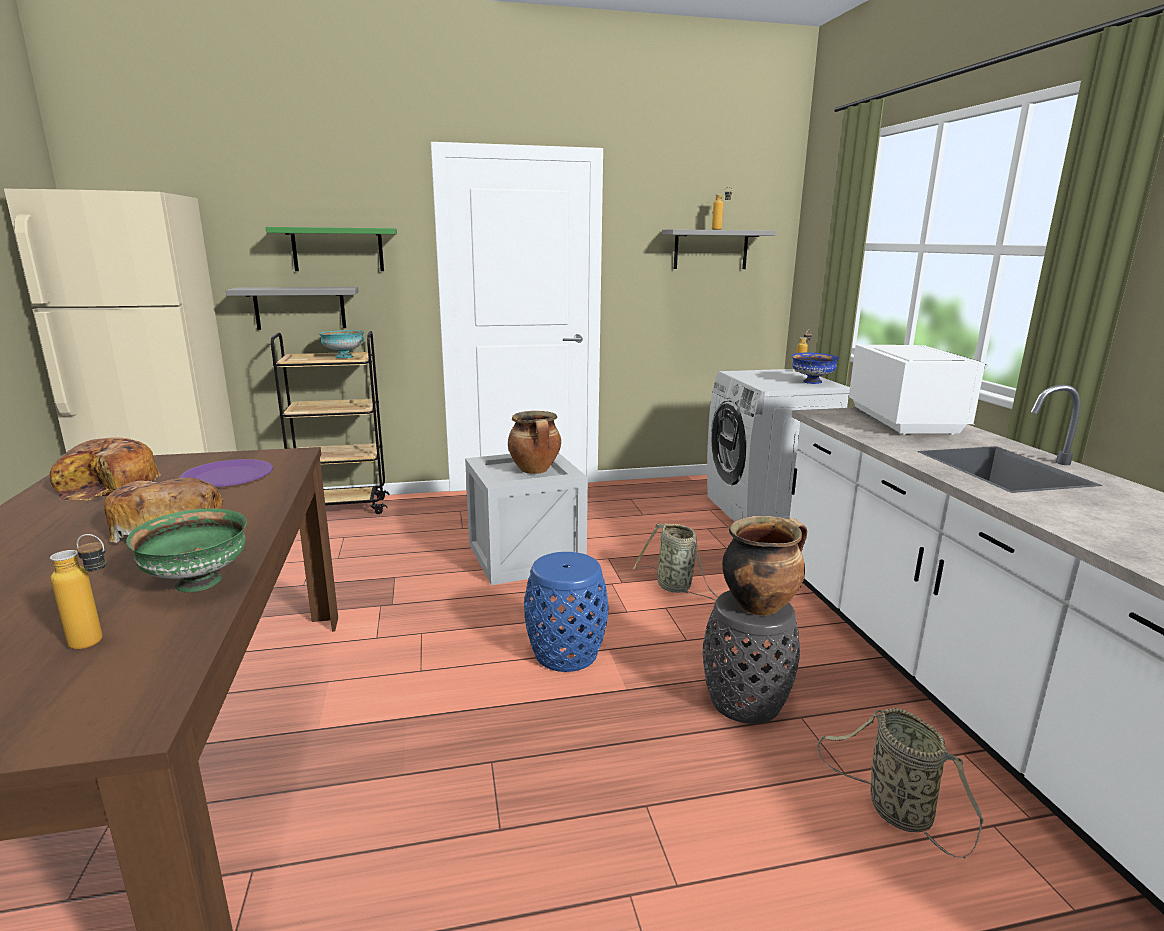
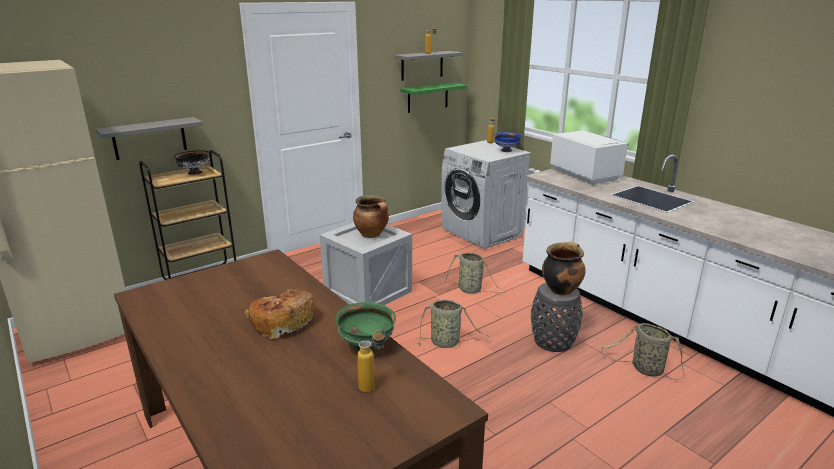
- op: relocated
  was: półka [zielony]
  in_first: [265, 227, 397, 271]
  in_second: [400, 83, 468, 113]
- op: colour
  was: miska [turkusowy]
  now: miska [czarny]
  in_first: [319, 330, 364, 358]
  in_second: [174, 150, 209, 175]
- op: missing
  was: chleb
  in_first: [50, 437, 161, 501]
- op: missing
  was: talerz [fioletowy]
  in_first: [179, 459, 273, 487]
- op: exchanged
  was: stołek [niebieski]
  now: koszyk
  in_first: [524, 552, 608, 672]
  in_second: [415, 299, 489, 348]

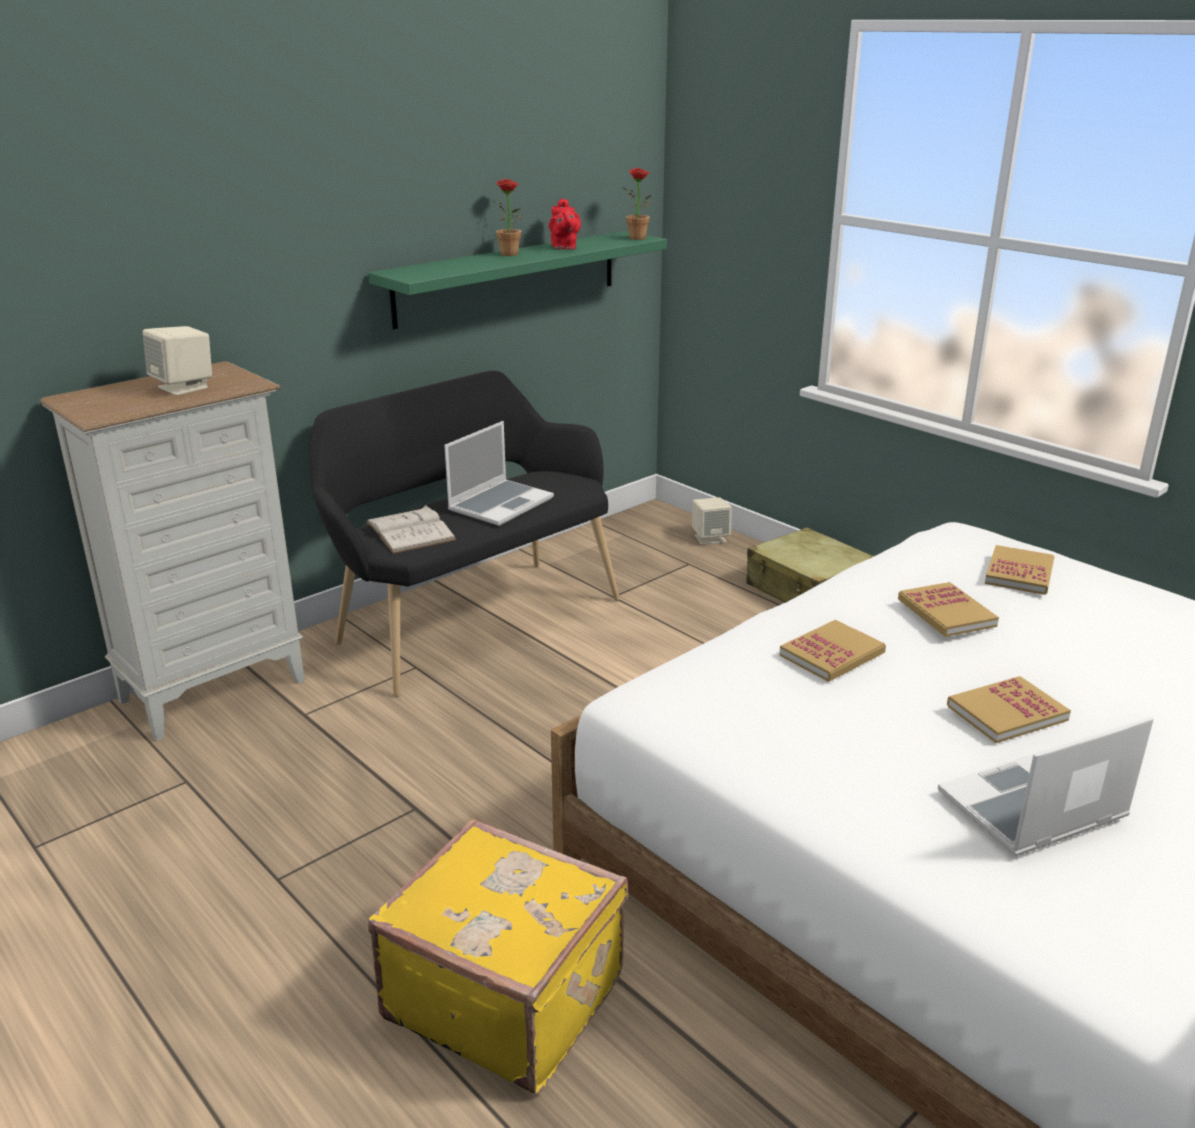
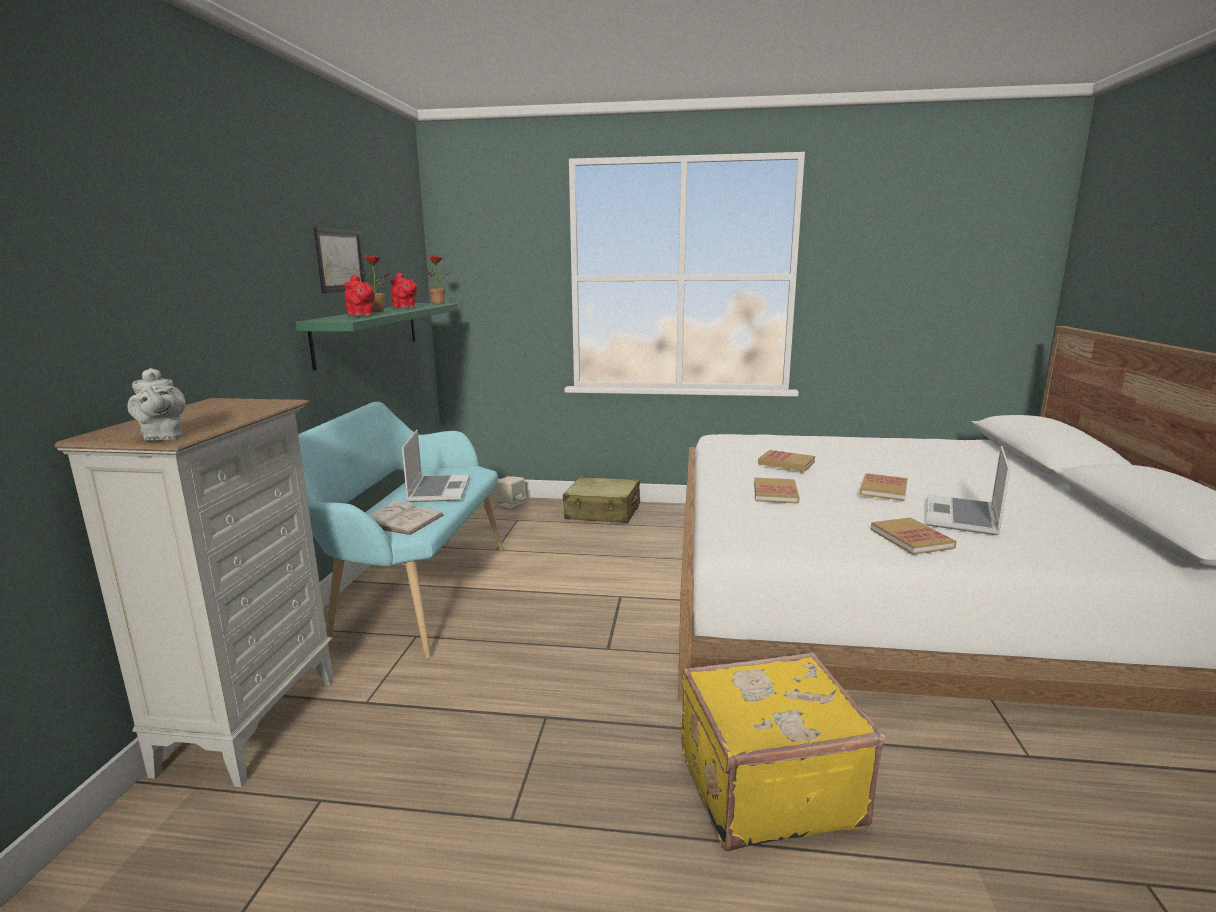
- op: missing
  was: głośnik [beżowy]
  in_first: [143, 326, 212, 396]
- op: colour
  was: ławka [czarny]
  now: ławka [turkusowy]
  in_first: [310, 371, 620, 697]
  in_second: [298, 402, 504, 659]
- op: relocated
  was: książka
  in_first: [985, 545, 1055, 595]
  in_second: [870, 517, 956, 555]
- op: appeared
  now: obraz
  in_second: [314, 228, 366, 293]
- op: appeared
  now: imbryk [czerwony]
  in_second: [344, 275, 375, 316]
- op: appeared
  now: imbryk [szary]
  in_second: [127, 368, 185, 441]

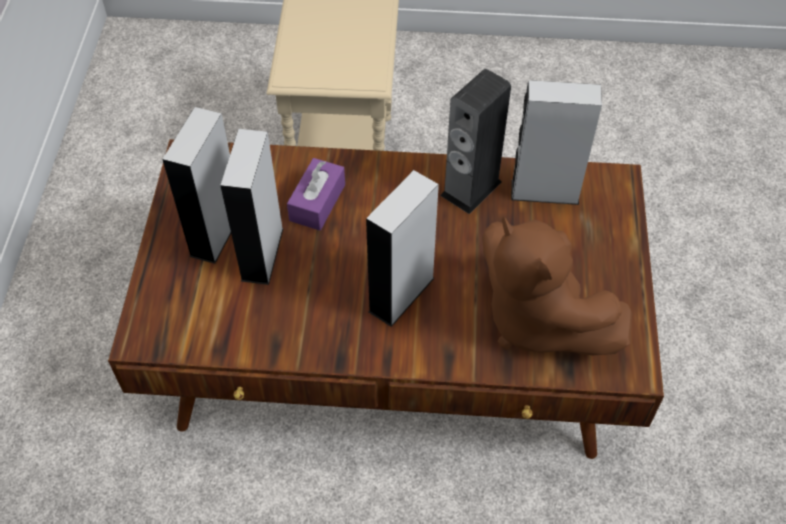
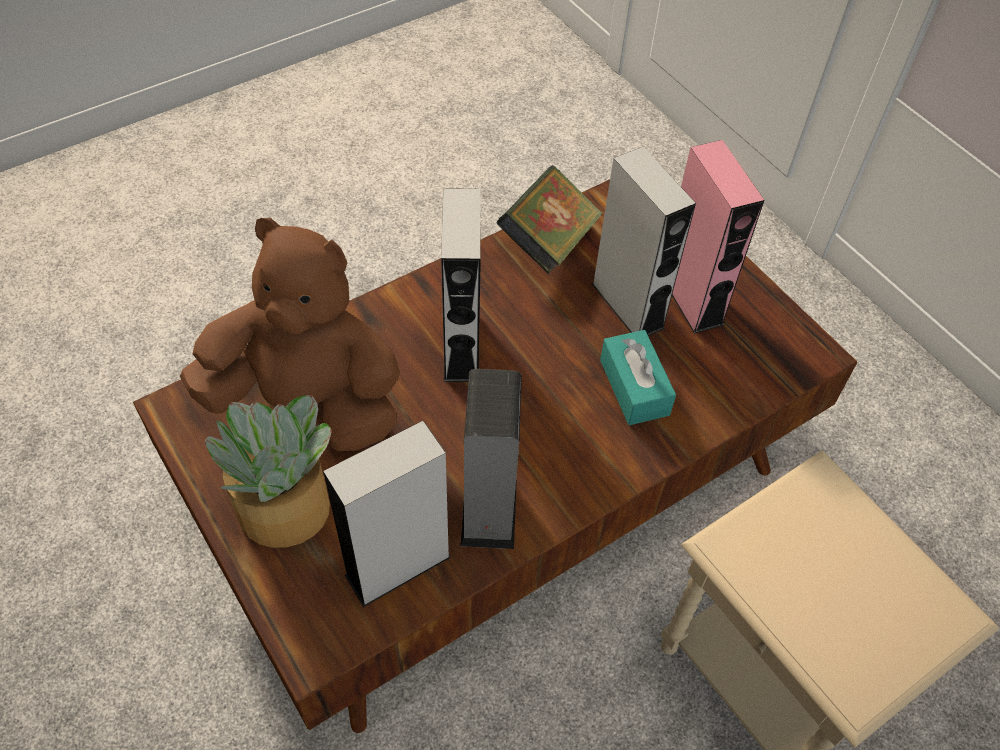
- op: colour
  was: głośnik [szary]
  now: głośnik [różowy]
  in_first: [162, 107, 231, 264]
  in_second: [672, 140, 764, 334]
- op: colour
  was: pudełko chusteczek [fioletowy]
  now: pudełko chusteczek [turkusowy]
  in_first: [287, 158, 345, 230]
  in_second: [600, 330, 676, 425]
- op: appeared
  now: książka
  in_second: [496, 165, 603, 275]
- op: appeared
  now: roślina doniczkowa
  in_second: [205, 395, 332, 548]

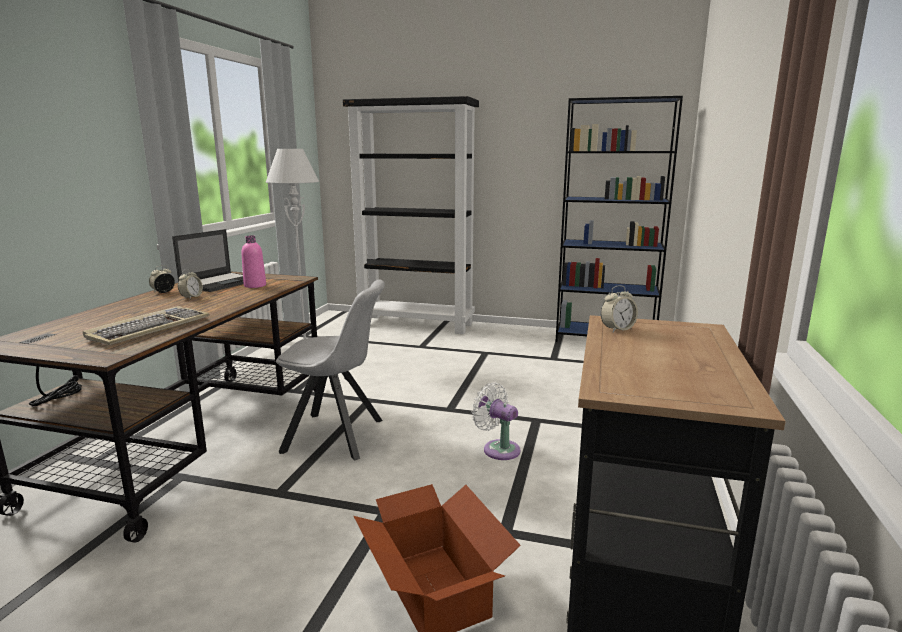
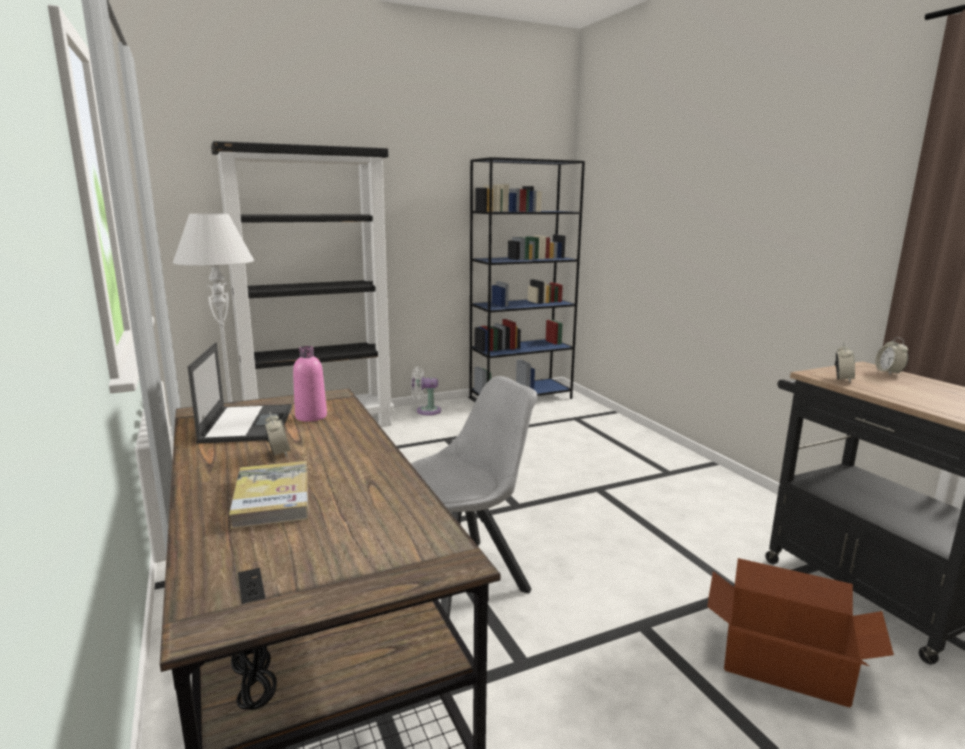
- op: relocated
  was: budzik
  in_first: [149, 265, 175, 293]
  in_second: [875, 338, 908, 375]
- op: missing
  was: klawiatura
  in_first: [83, 306, 209, 345]
- op: relocated
  was: wentylator [biały]
  in_first: [472, 383, 521, 460]
  in_second: [411, 367, 441, 415]
- op: appeared
  now: książka
  in_second: [229, 461, 308, 529]

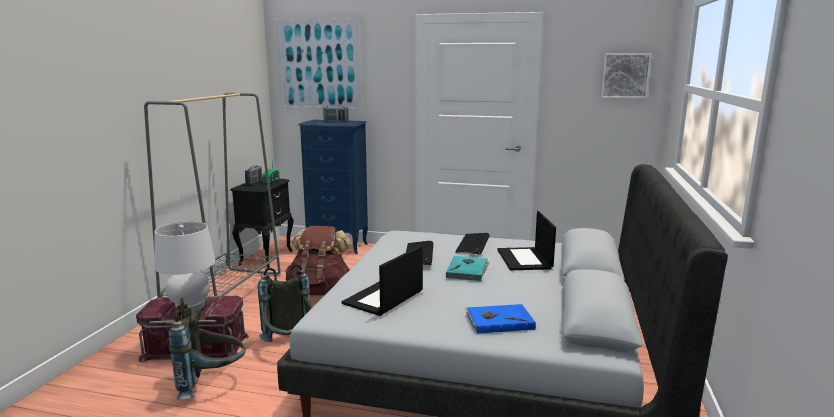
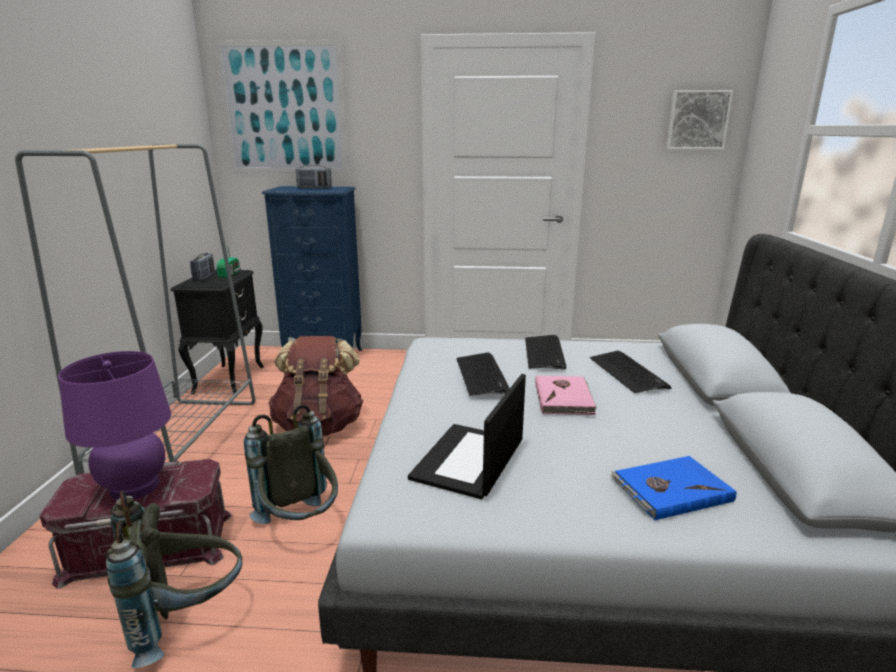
- op: exchanged
  was: laptop
  now: klawiatura
  in_first: [497, 211, 556, 270]
  in_second: [590, 351, 671, 393]
- op: colour
  was: lampa stołowa [biały]
  now: lampa stołowa [fioletowy]
  in_first: [154, 221, 215, 311]
  in_second: [58, 351, 171, 500]
- op: colour
  was: książka [turkusowy]
  now: książka [różowy]
  in_first: [446, 256, 489, 281]
  in_second: [535, 375, 597, 415]

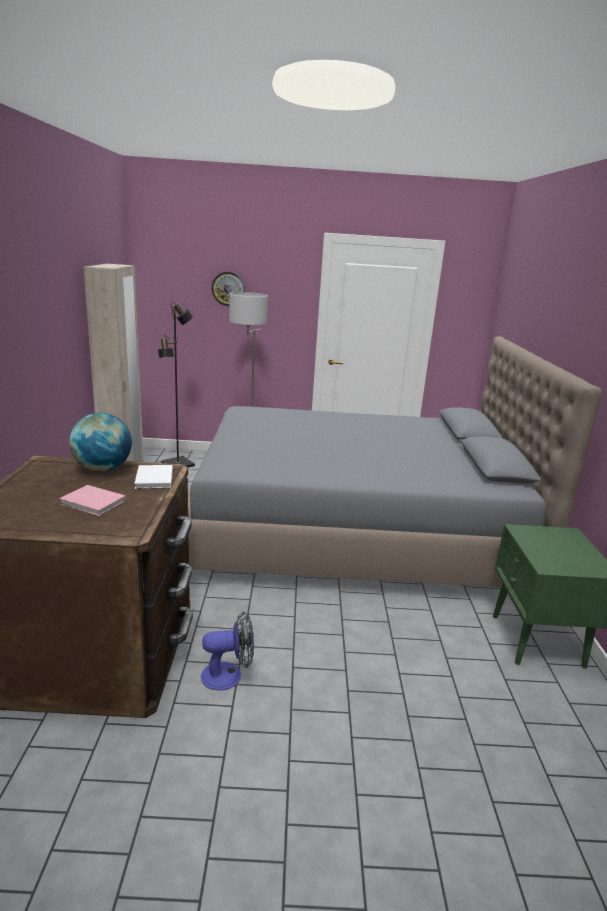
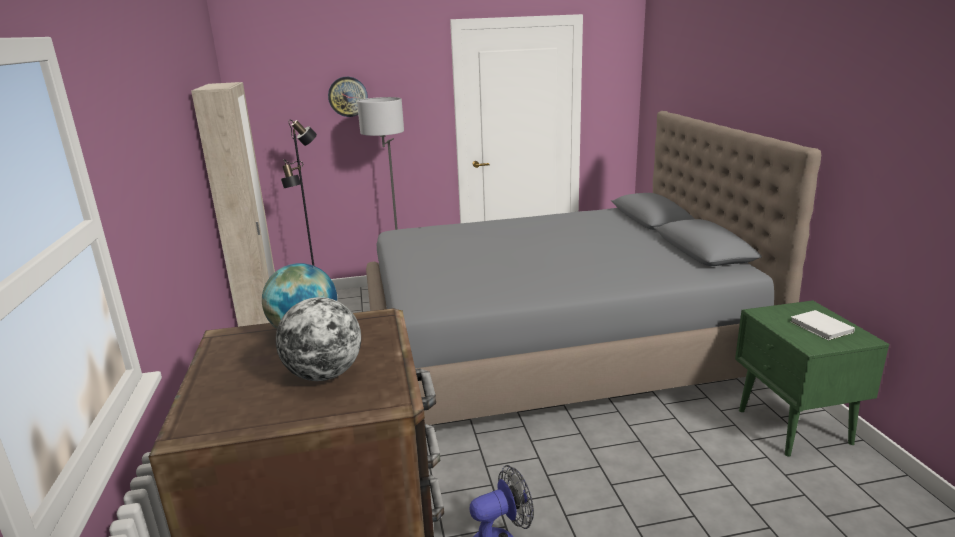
- op: relocated
  was: książka [biały]
  in_first: [134, 465, 173, 489]
  in_second: [790, 310, 855, 341]
- op: exchanged
  was: książka [różowy]
  now: globus
  in_first: [59, 485, 126, 516]
  in_second: [276, 297, 361, 381]

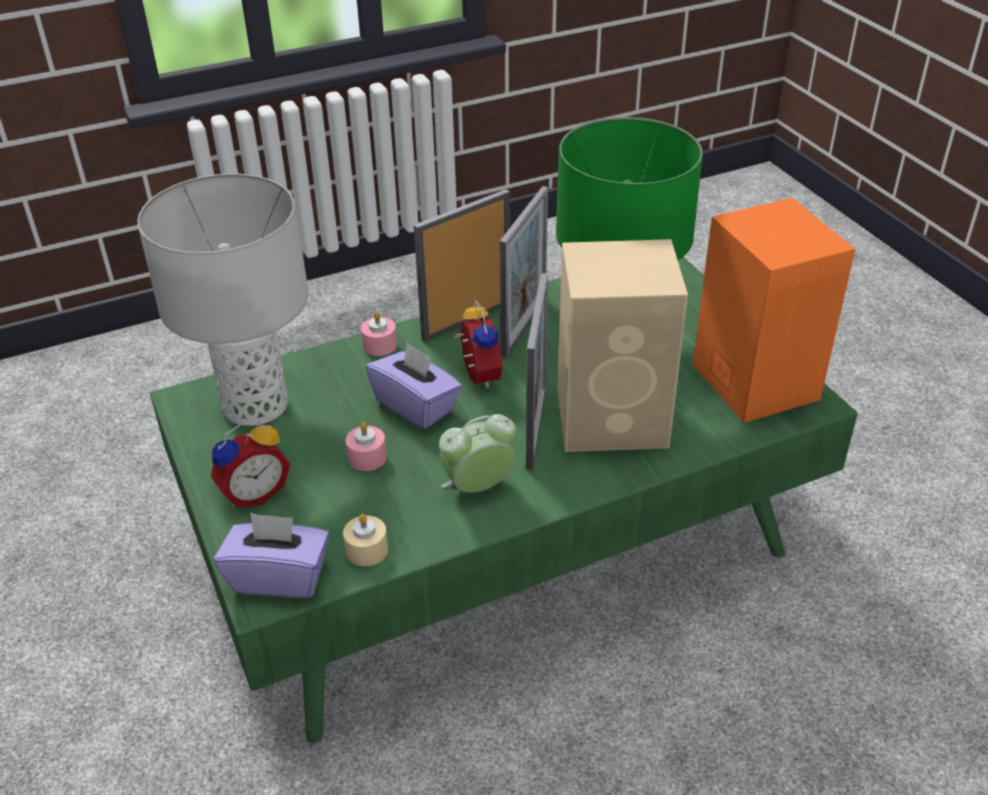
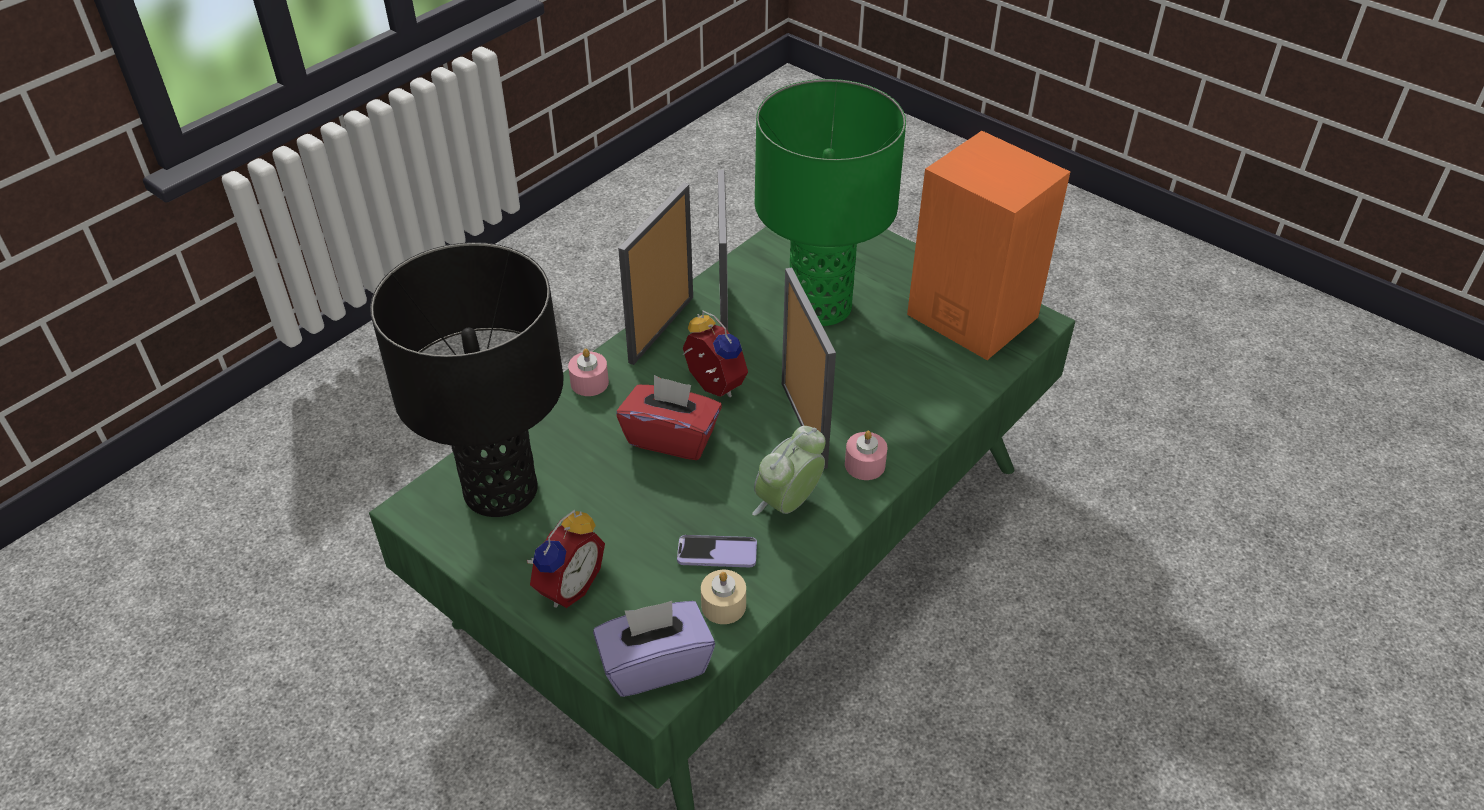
- op: colour
  was: lampa stołowa [biały]
  now: lampa stołowa [czarny]
  in_first: [137, 174, 308, 426]
  in_second: [370, 242, 563, 517]
- op: missing
  was: głośnik [beżowy]
  in_first: [557, 239, 688, 452]
- op: colour
  was: pudełko chusteczek [fioletowy]
  now: pudełko chusteczek [czerwony]
  in_first: [366, 342, 462, 429]
  in_second: [616, 375, 722, 460]
- op: relocated
  was: świeca [różowy]
  in_first: [346, 422, 387, 471]
  in_second: [845, 431, 888, 480]
- op: appeared
  now: telefon
  in_second: [677, 535, 757, 567]

